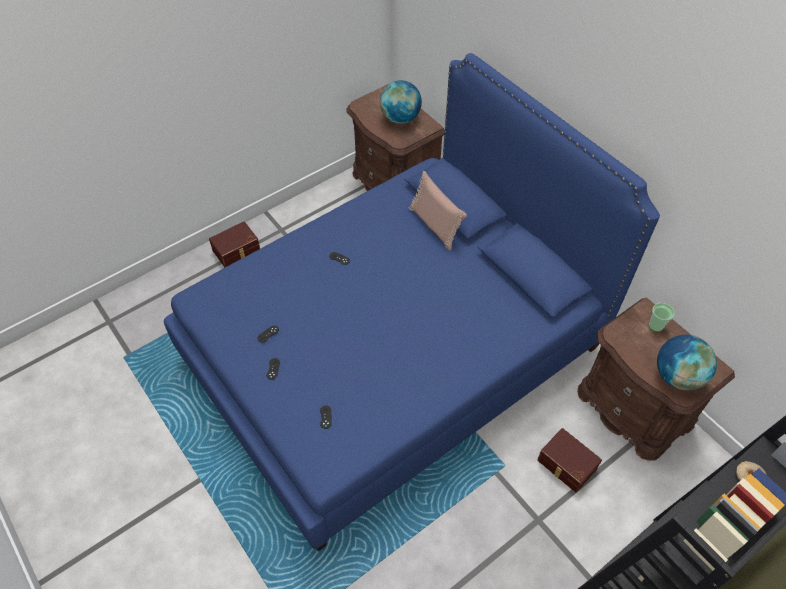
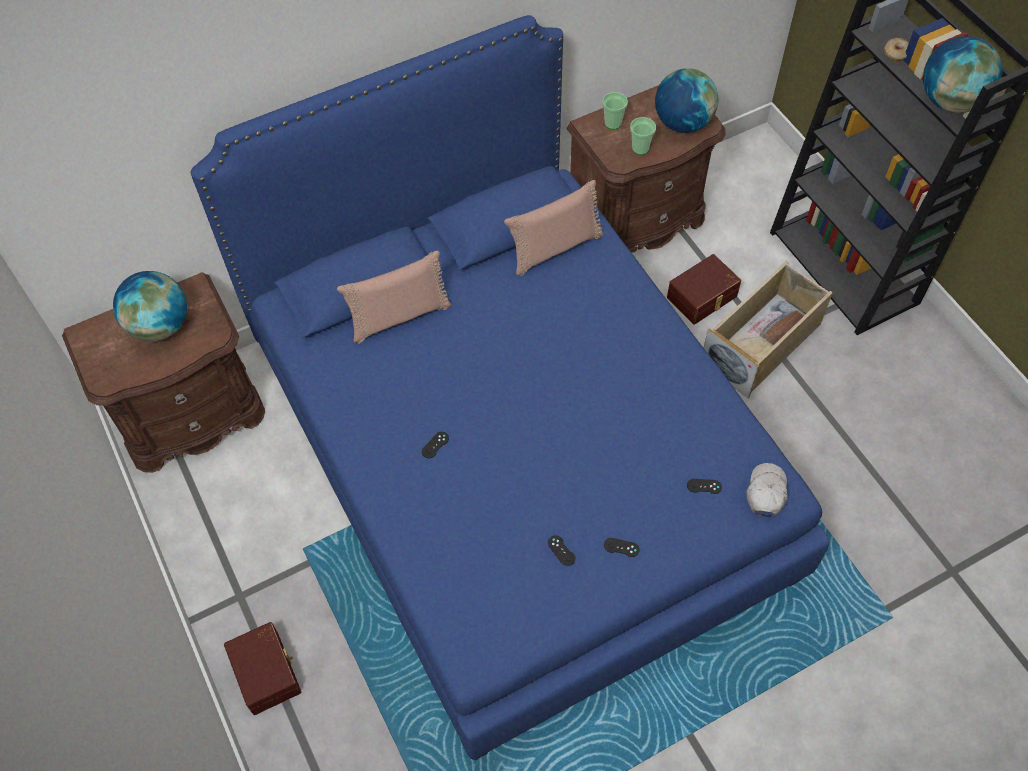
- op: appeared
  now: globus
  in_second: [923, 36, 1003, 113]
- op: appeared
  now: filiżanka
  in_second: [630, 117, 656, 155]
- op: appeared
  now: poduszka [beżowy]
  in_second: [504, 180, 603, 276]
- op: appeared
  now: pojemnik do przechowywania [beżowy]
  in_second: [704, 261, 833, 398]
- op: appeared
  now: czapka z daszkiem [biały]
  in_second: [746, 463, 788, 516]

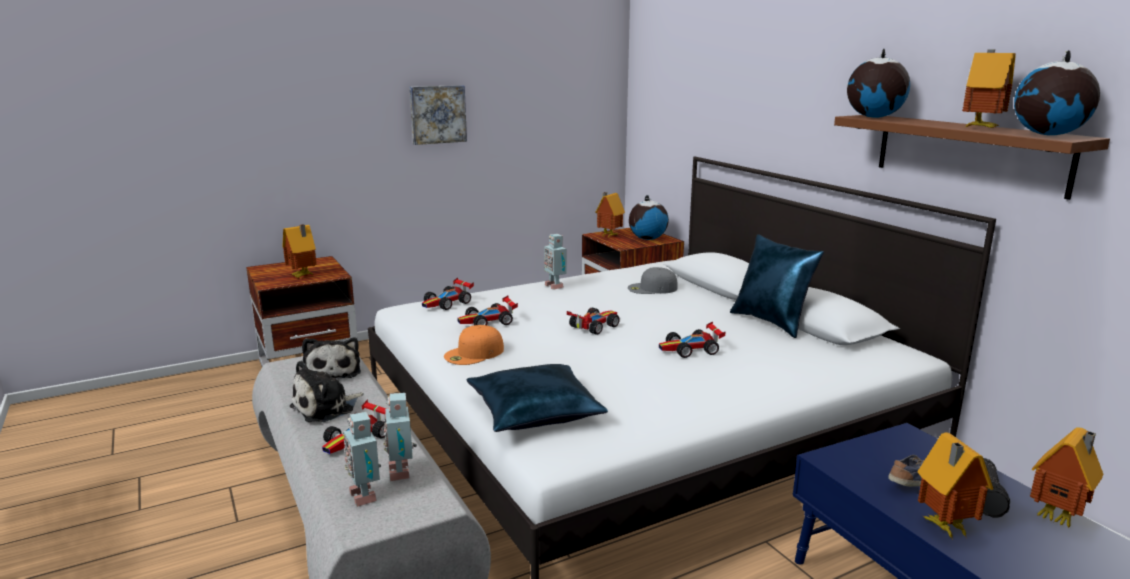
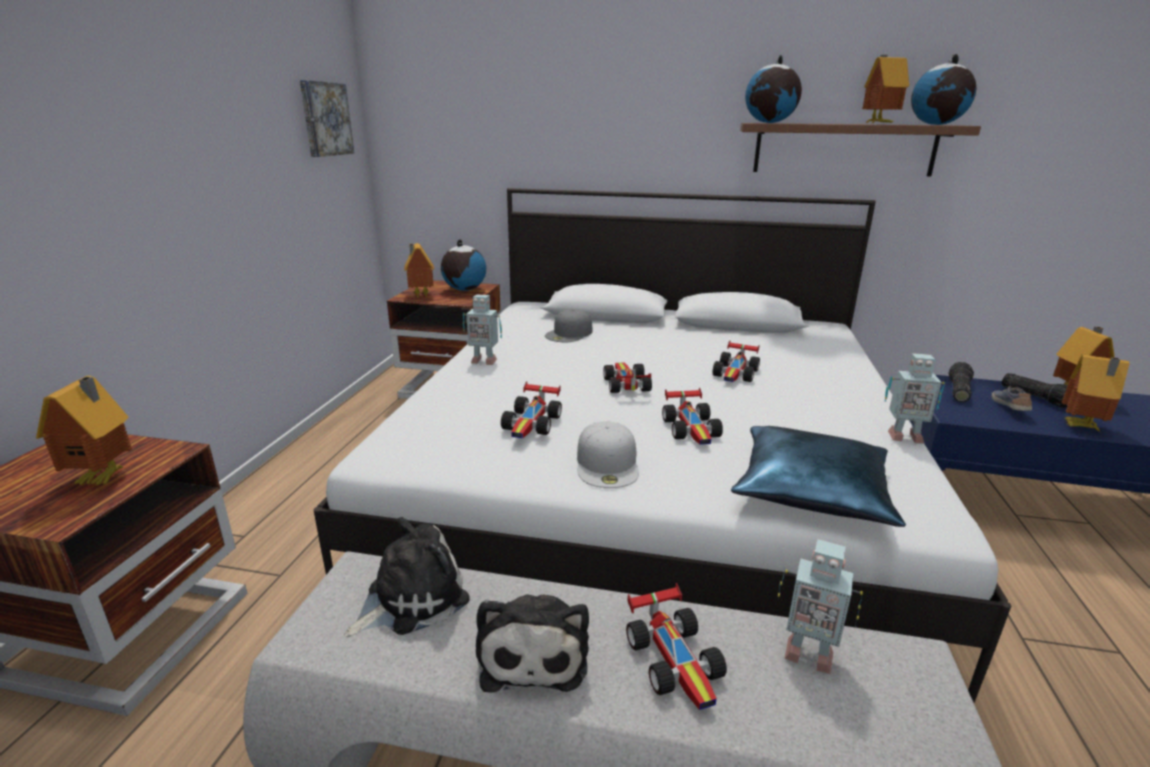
- op: relocated
  was: obraz
  in_first: [409, 85, 467, 145]
  in_second: [300, 80, 354, 157]
- op: missing
  was: poduszka [niebieski]
  in_first: [730, 234, 824, 338]
- op: relocated
  was: samochodzik
  in_first: [422, 277, 474, 310]
  in_second: [662, 388, 723, 445]
- op: colour
  was: czapka z daszkiem [pomarańczowy]
  now: czapka z daszkiem [biały]
  in_first: [444, 325, 504, 365]
  in_second: [577, 421, 639, 488]
- op: spun
  was: pluszak
  in_first: [302, 337, 361, 379]
  in_second: [344, 517, 470, 637]
  clockwise: -60
- op: relocated
  was: robot zabawkowy
  in_first: [343, 412, 381, 507]
  in_second: [885, 353, 945, 444]
- op: appeared
  now: latarka
  in_second: [949, 362, 974, 402]

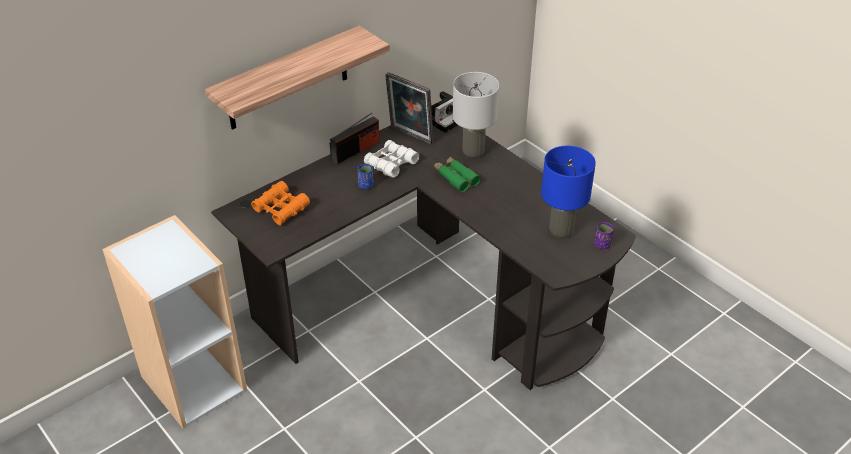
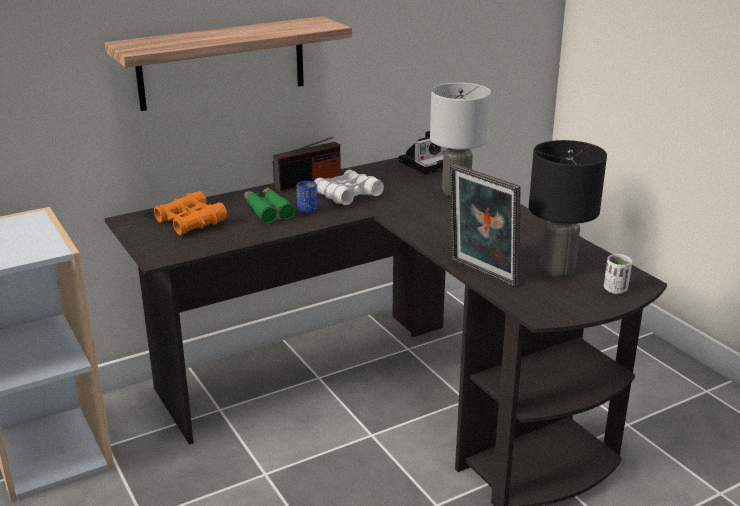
- op: relocated
  was: ramka na zdjęcie
  in_first: [385, 72, 434, 144]
  in_second: [450, 164, 521, 287]
- op: colour
  was: lampa stołowa [niebieski]
  now: lampa stołowa [czarny]
  in_first: [541, 146, 596, 238]
  in_second: [529, 140, 607, 278]
- op: relocated
  was: lornetka [zielony]
  in_first: [434, 157, 480, 192]
  in_second: [244, 188, 295, 223]
- op: colour
  was: filiżanka [fioletowy]
  now: filiżanka [biały]
  in_first: [594, 222, 614, 249]
  in_second: [604, 254, 632, 294]

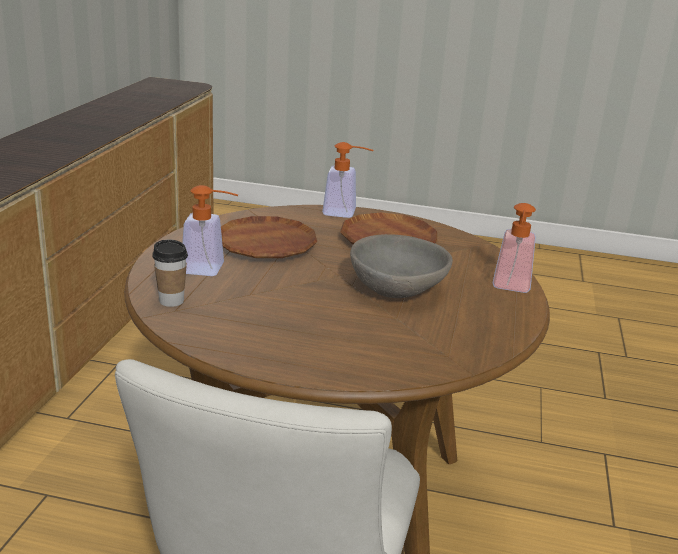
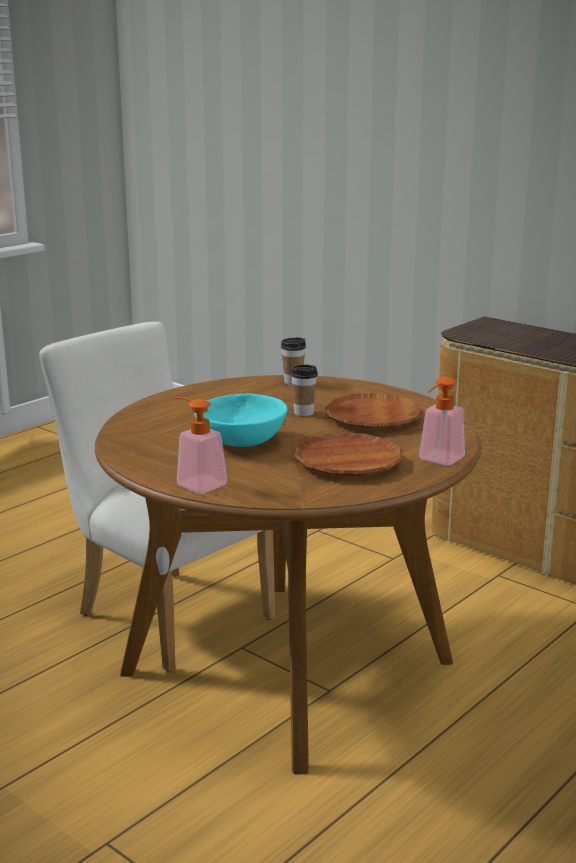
- op: missing
  was: dozownik mydła
  in_first: [182, 185, 238, 276]
- op: colour
  was: miska [szary]
  now: miska [turkusowy]
  in_first: [350, 234, 453, 298]
  in_second: [194, 393, 287, 447]
- op: appeared
  now: filiżanka
  in_second: [291, 365, 318, 416]

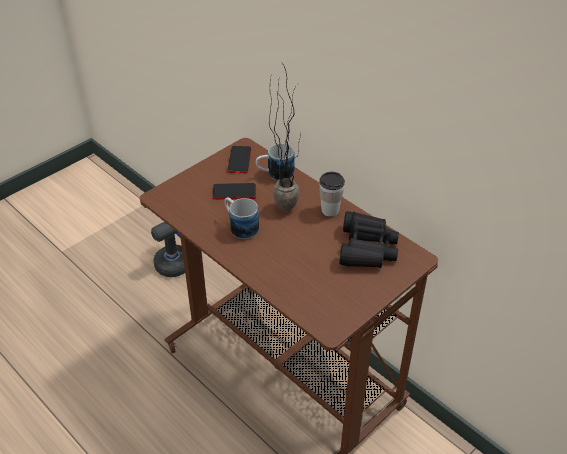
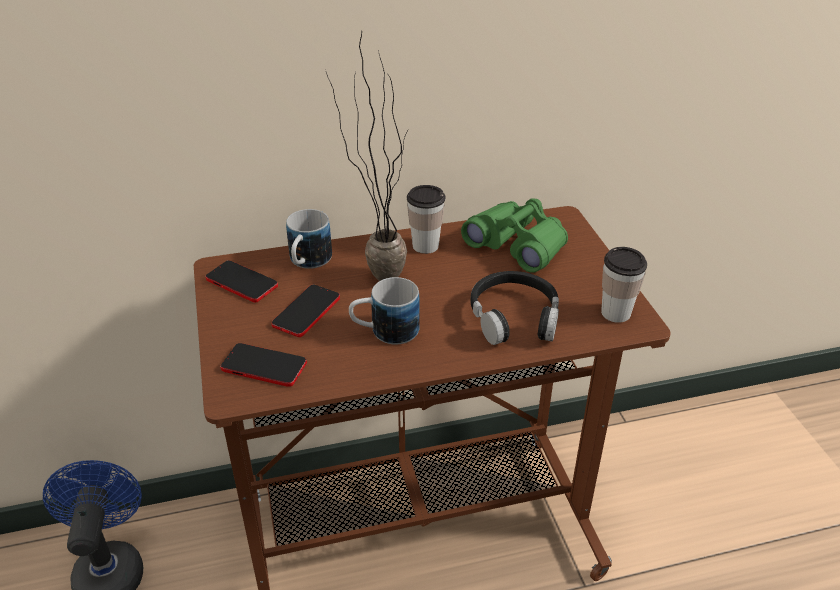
- op: colour
  was: lornetka [czarny]
  now: lornetka [zielony]
  in_first: [339, 211, 399, 268]
  in_second: [461, 198, 568, 273]
- op: appeared
  now: filiżanka
  in_second: [601, 247, 647, 323]
- op: appeared
  now: słuchawki [czarny]
  in_second: [471, 271, 559, 345]
- op: appeared
  now: telefon
  in_second: [220, 343, 307, 387]

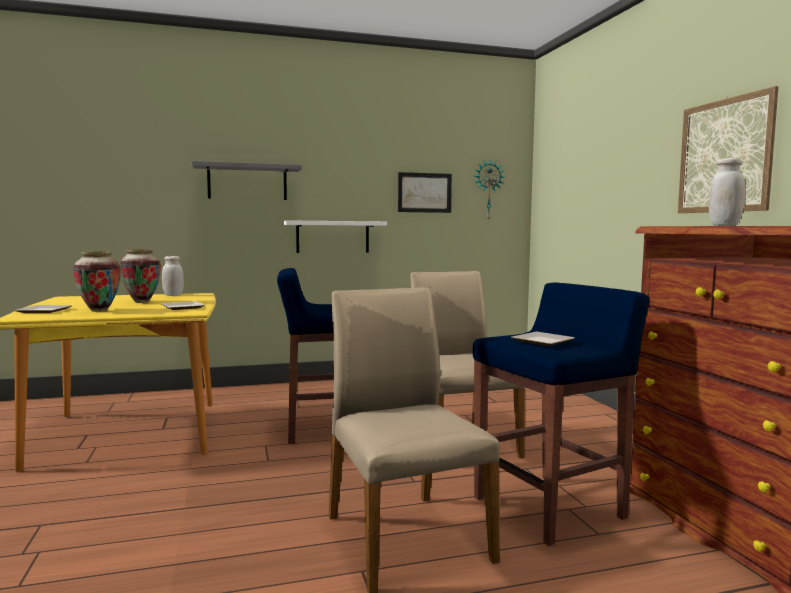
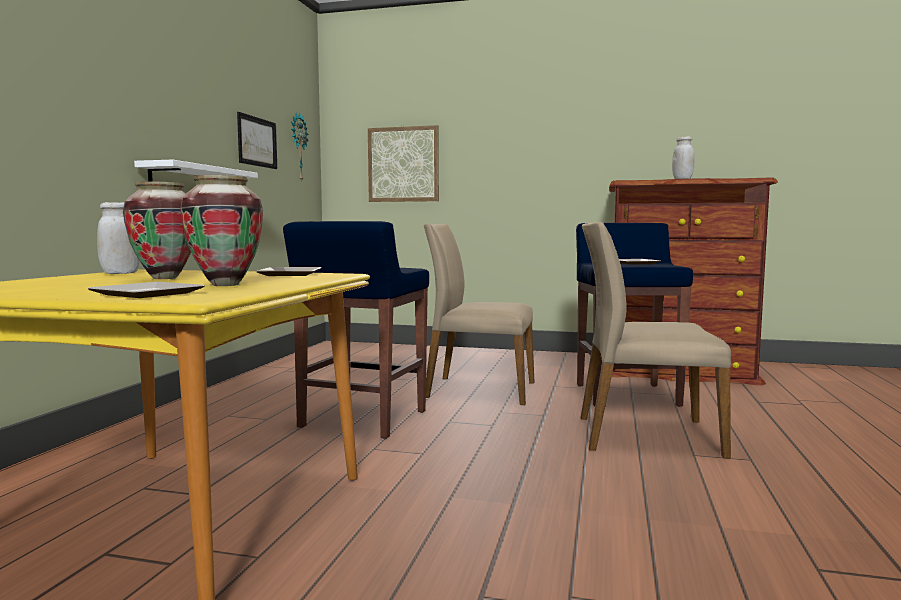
- op: relocated
  was: obraz
  in_first: [678, 86, 778, 213]
  in_second: [368, 125, 439, 202]
- op: missing
  was: półka [szary]
  in_first: [192, 161, 302, 200]

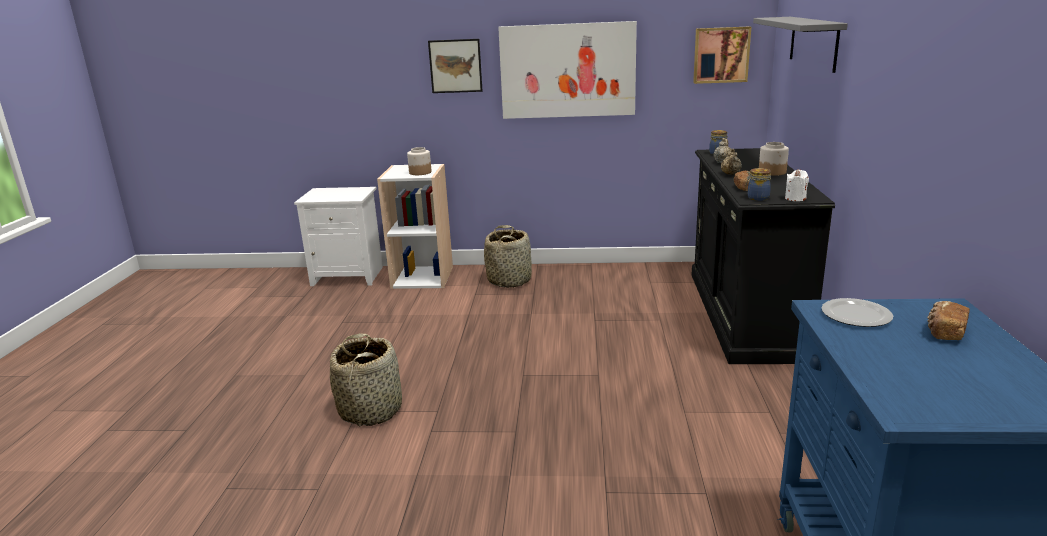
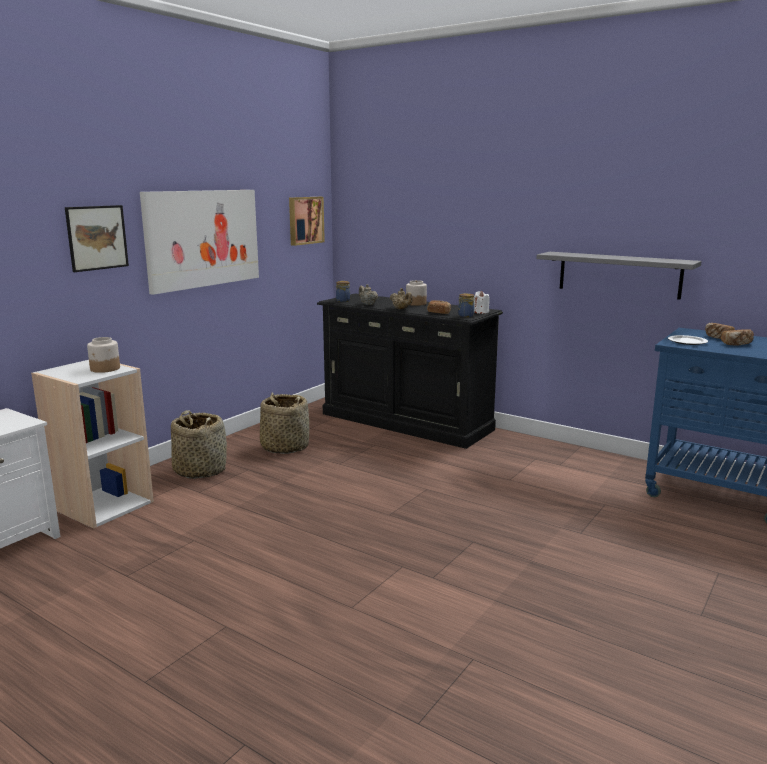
- op: relocated
  was: półka [szary]
  in_first: [753, 17, 848, 73]
  in_second: [536, 252, 702, 300]
- op: relocated
  was: koszyk
  in_first: [330, 333, 402, 426]
  in_second: [260, 393, 309, 454]
- op: appeared
  now: chleb
  in_second: [721, 329, 754, 345]

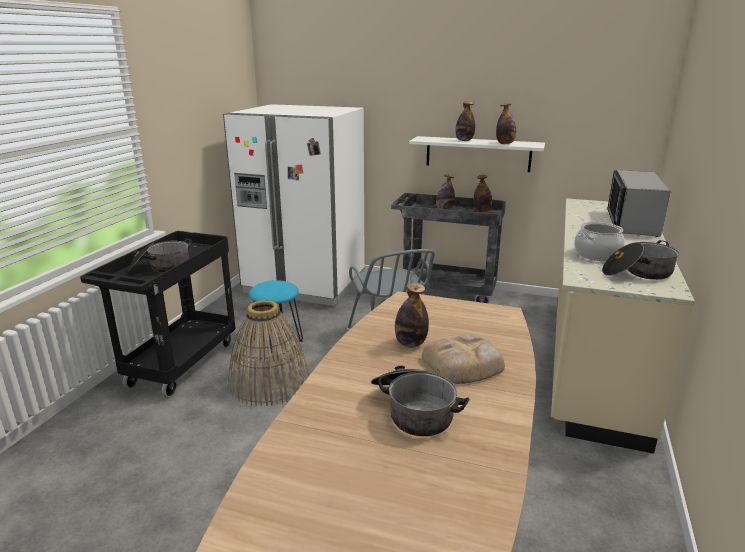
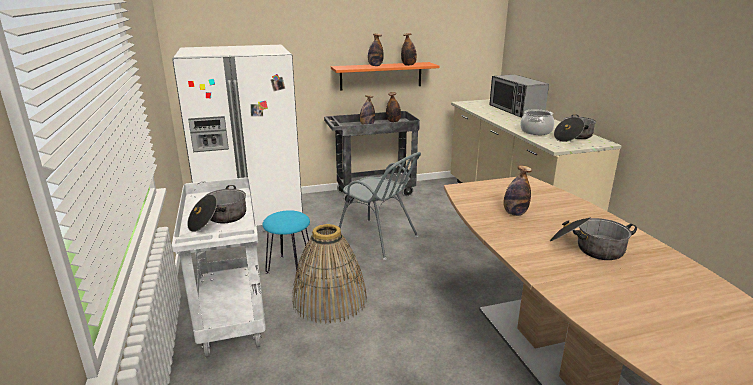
- op: colour
  was: półka [biały]
  now: półka [pomarańczowy]
  in_first: [409, 136, 545, 172]
  in_second: [331, 62, 439, 91]
- op: colour
  was: wózek [czarny]
  now: wózek [biały]
  in_first: [80, 231, 236, 398]
  in_second: [172, 178, 266, 357]
- op: missing
  was: chleb
  in_first: [422, 333, 505, 384]

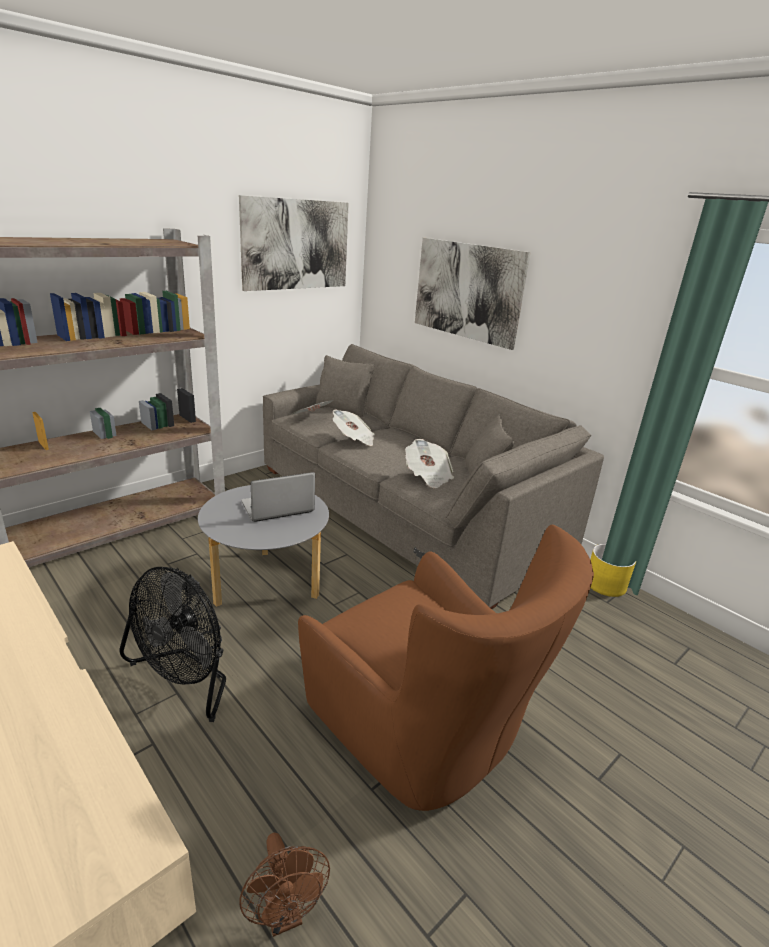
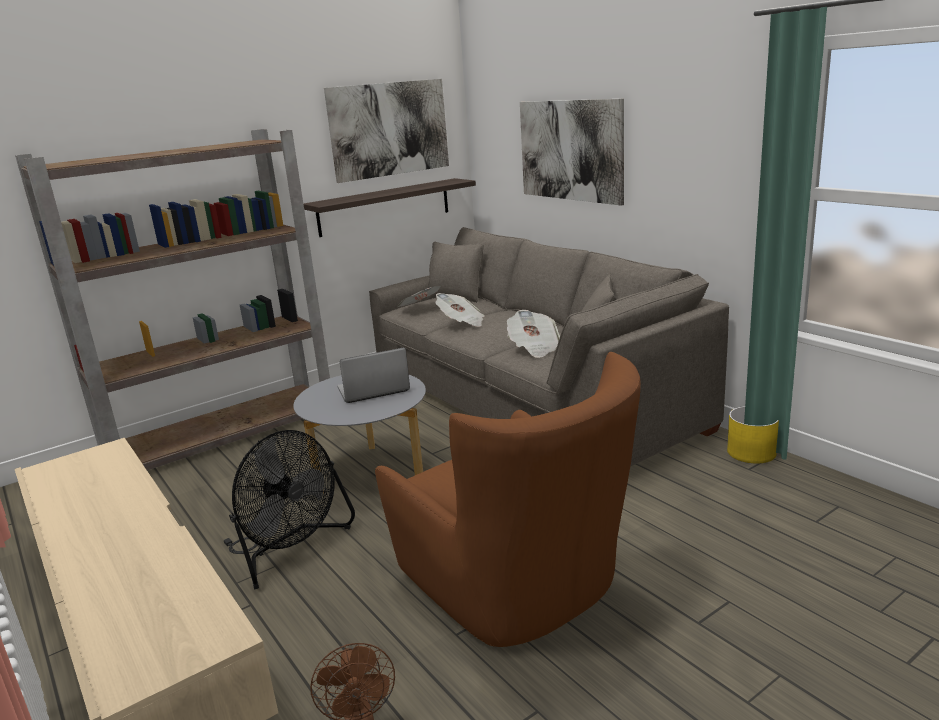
- op: spun
  was: wentylator [czarny]
  in_first: [119, 567, 226, 722]
  in_second: [224, 430, 355, 590]
  clockwise: -90
- op: appeared
  now: półka
  in_second: [304, 178, 476, 237]

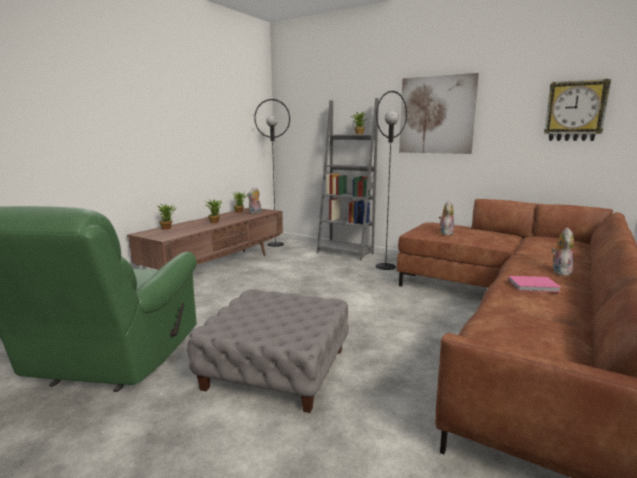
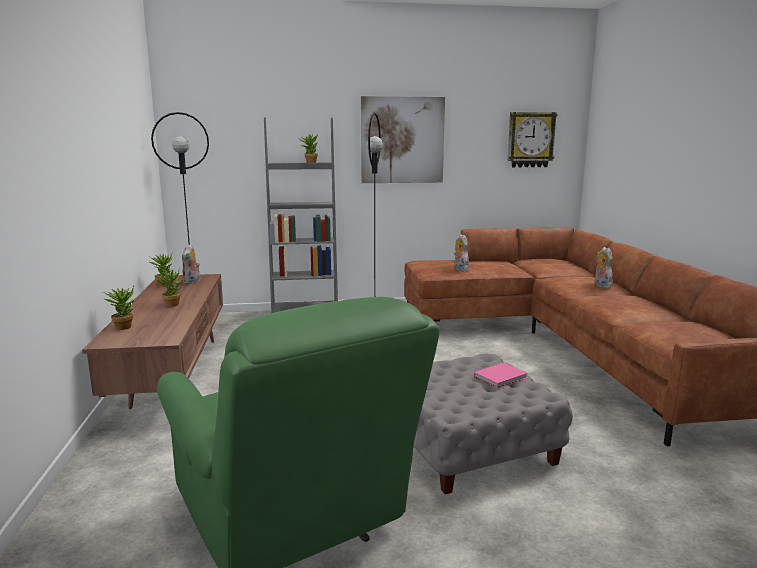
- op: relocated
  was: książka [różowy]
  in_first: [508, 276, 561, 292]
  in_second: [474, 363, 528, 388]

